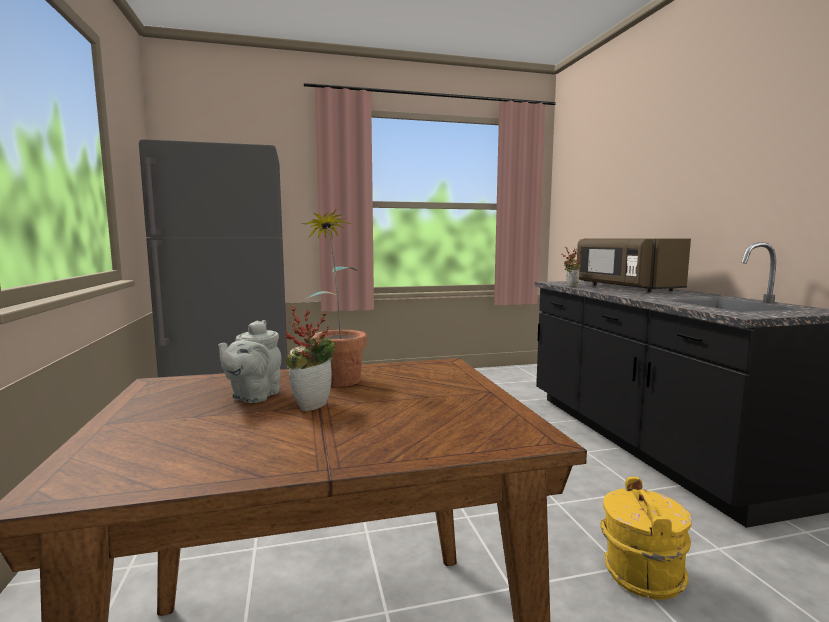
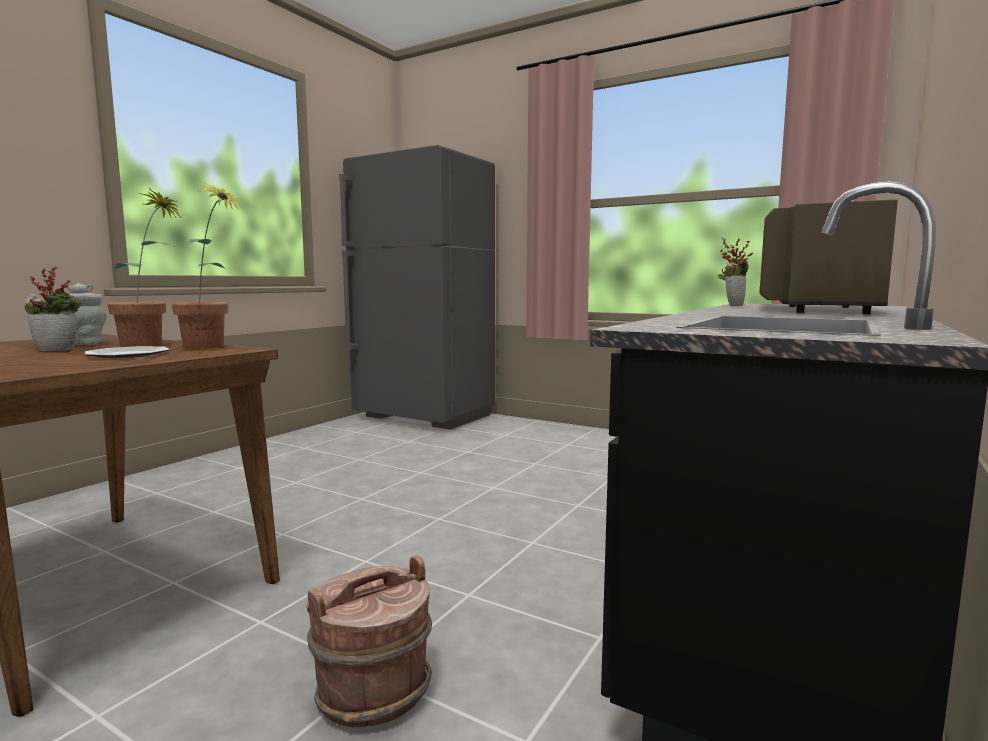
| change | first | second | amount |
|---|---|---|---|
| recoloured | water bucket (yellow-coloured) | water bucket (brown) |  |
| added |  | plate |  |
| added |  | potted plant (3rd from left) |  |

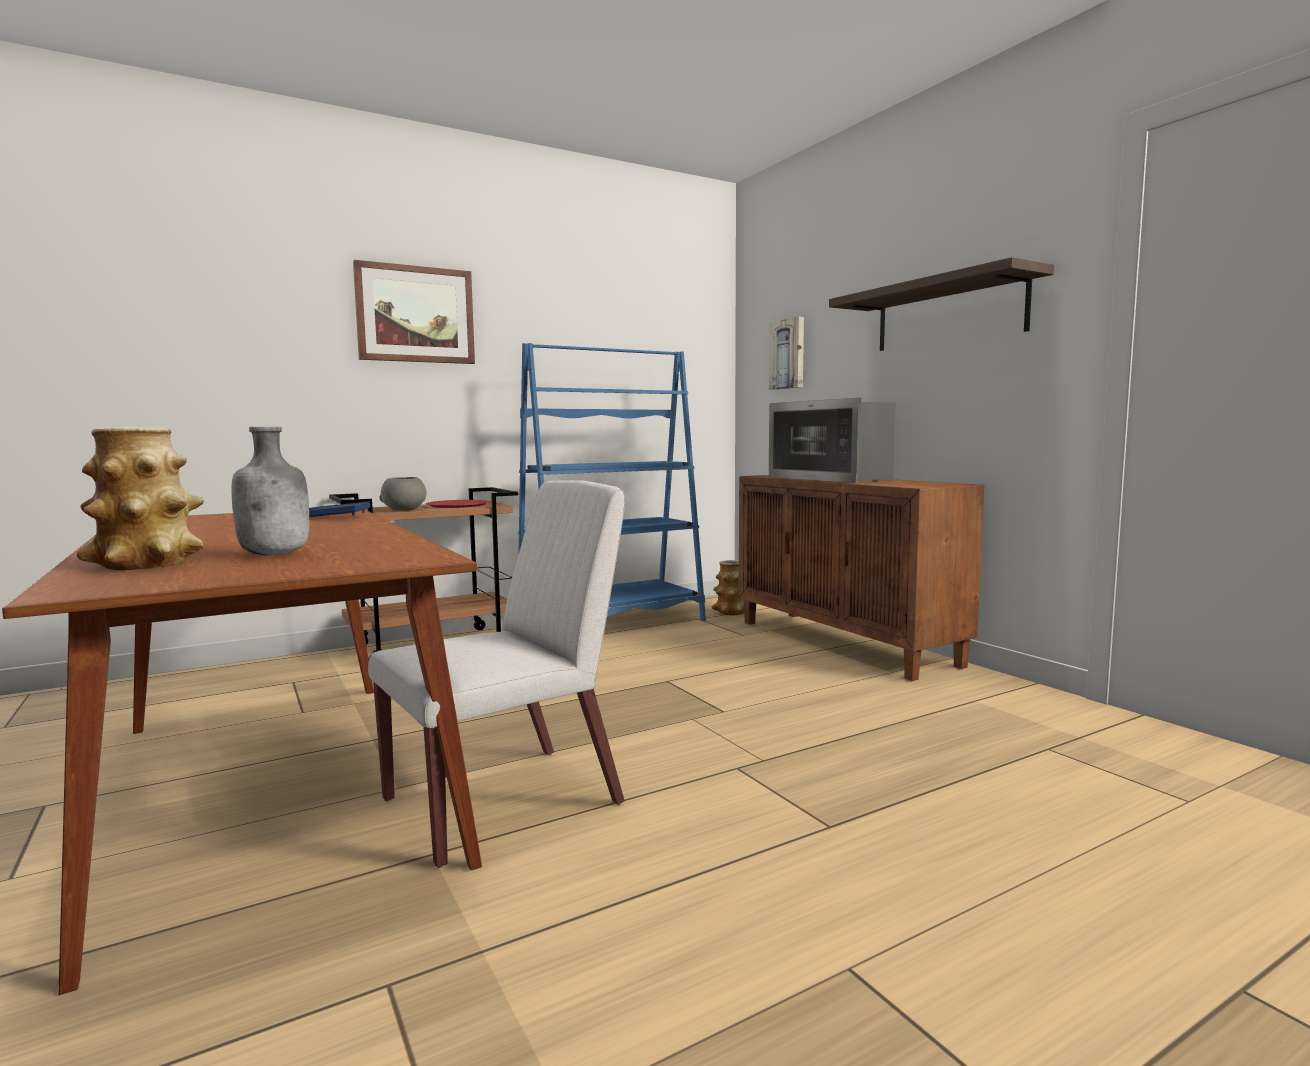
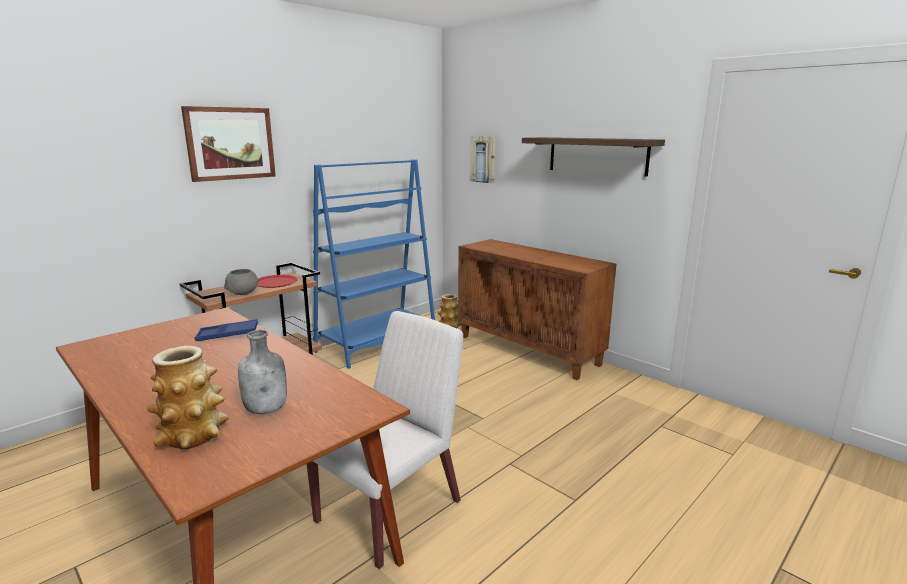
| change | first | second | amount |
|---|---|---|---|
| removed | microwave oven |  |  |

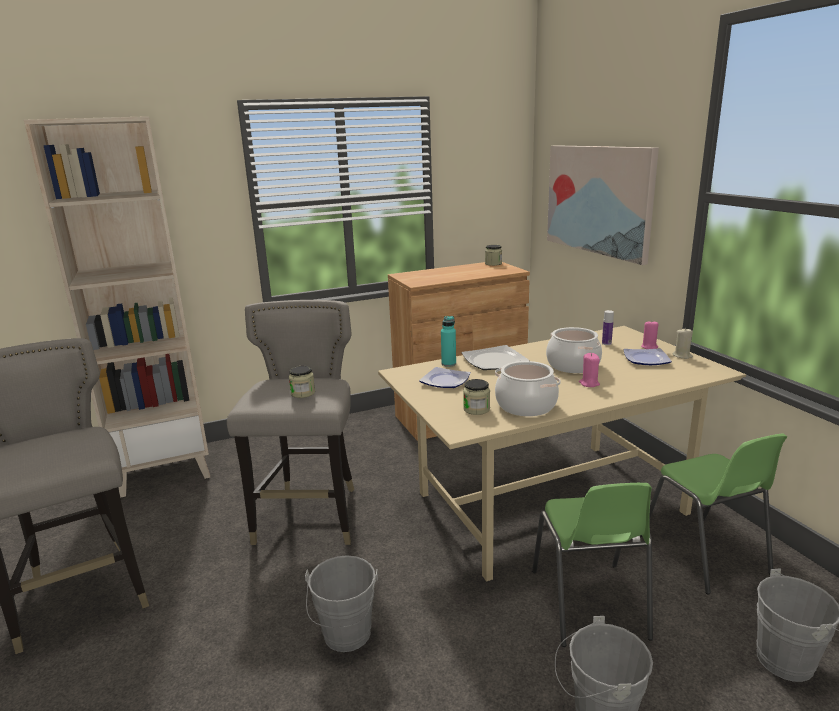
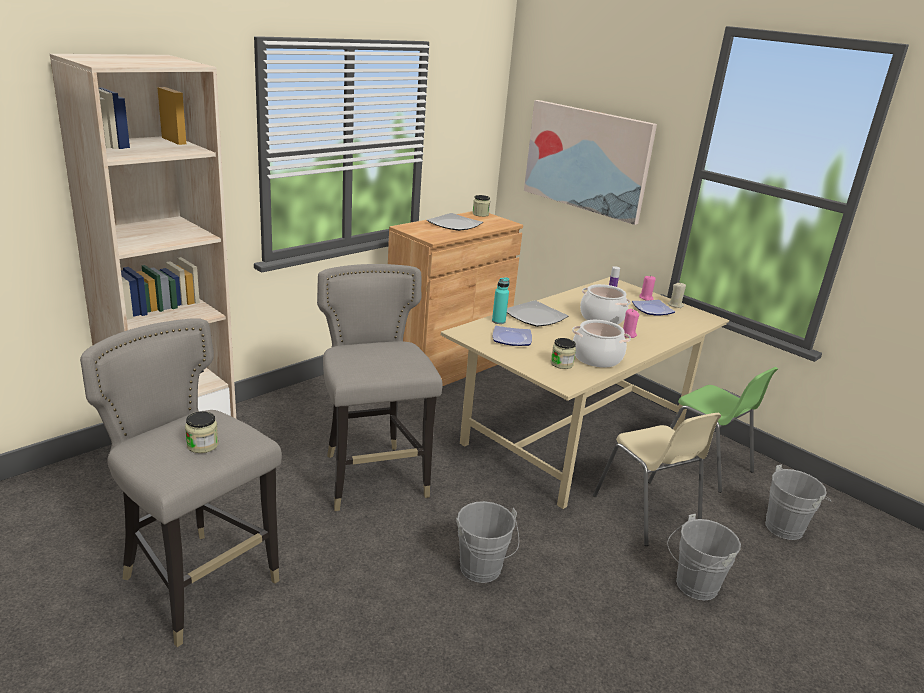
| change | first | second | amount |
|---|---|---|---|
| moved | preserve jar (1st from left) |  |  |
| recoloured | upright chair (green) (1st from left) | upright chair (sand-coloured) |  |
| added |  | plate (1st from left) |  |

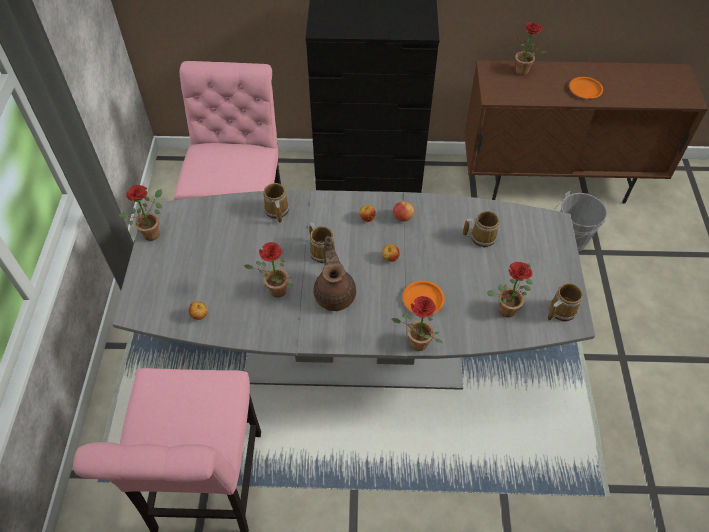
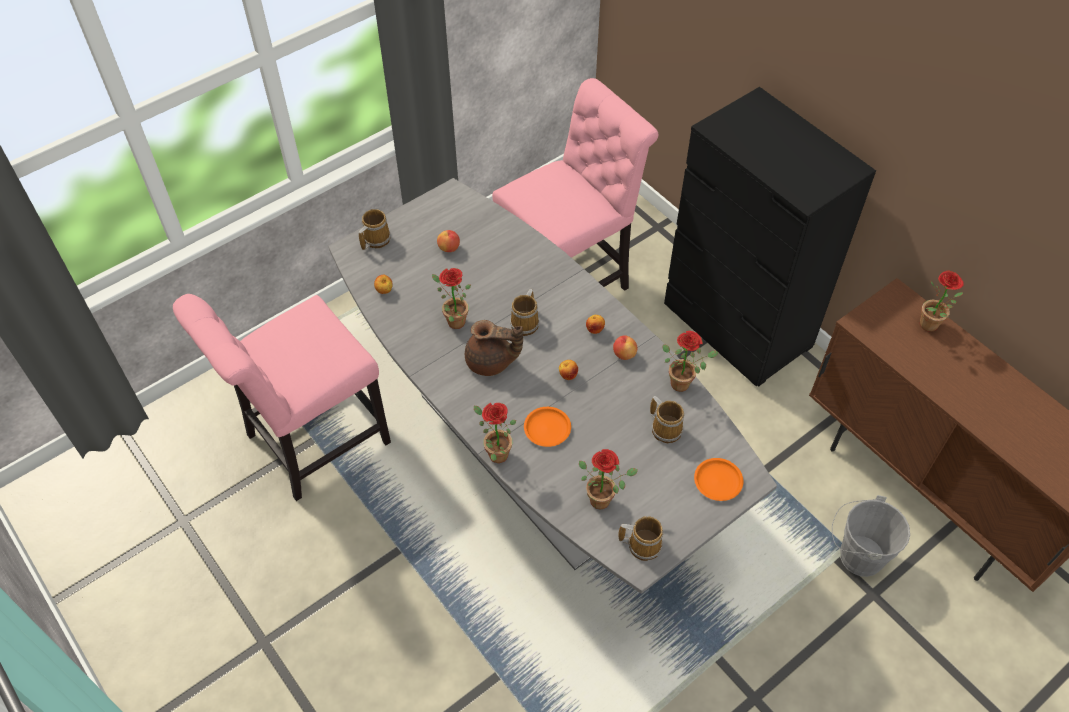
| change | first | second | amount |
|---|---|---|---|
| moved | potted plant (1st from left in the first image) | potted plant (4th from left) |  |
| moved | mug (1st from left) |  |  |
| turned | tea pot (brown) |  | 60 degrees clockwise |
| moved | plate (orange) (2nd from left) |  |  |
| added |  | apple (2nd from left) |  |

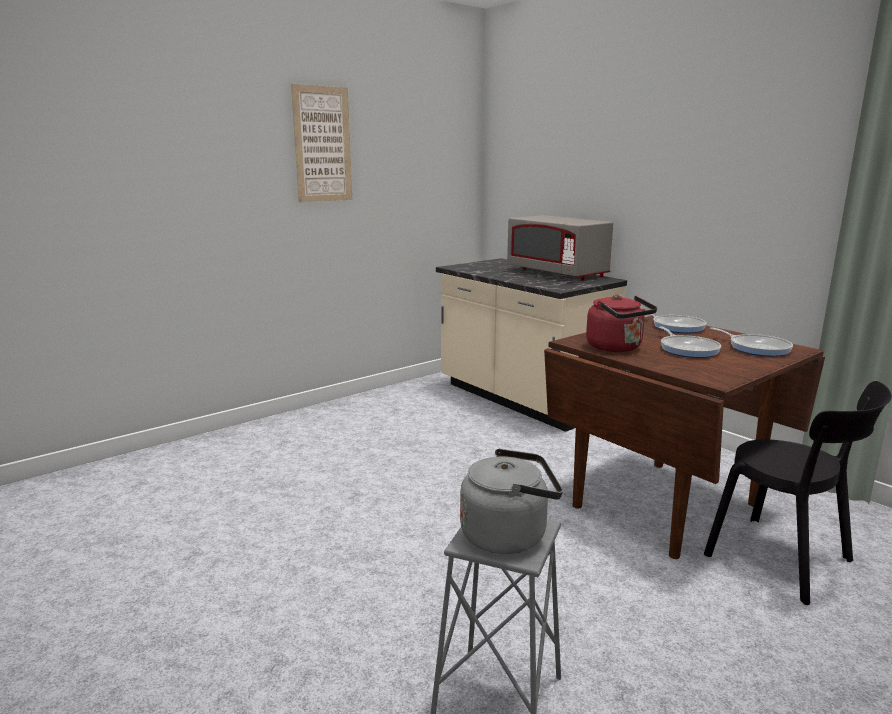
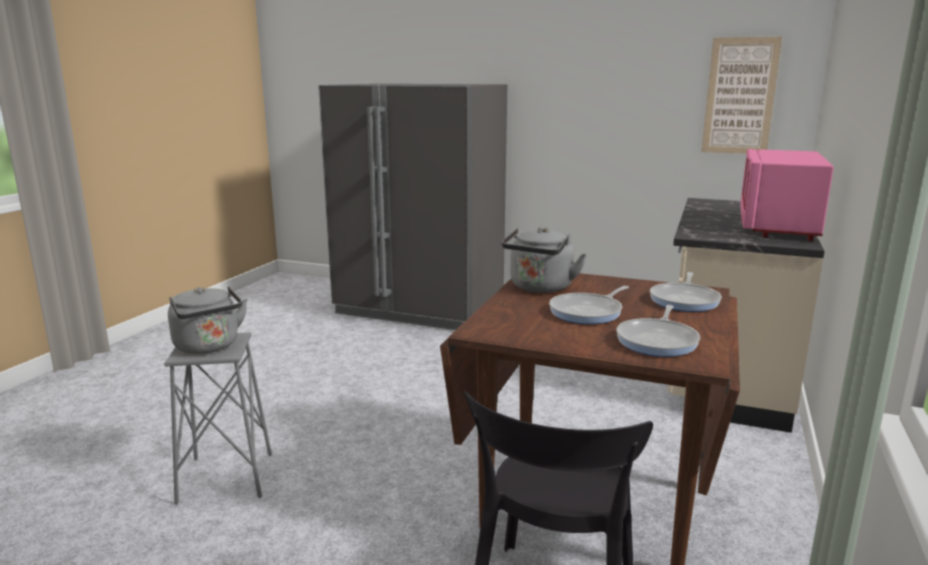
| change | first | second | amount |
|---|---|---|---|
| moved | wall art |  |  |
| recoloured | microwave oven (greyish) | microwave oven (pink-coloured) |  |
| recoloured | tea kettle (red) | tea kettle (greyish) (2nd from left) |  |
| added |  | kitchen fridge (greyish) |  |

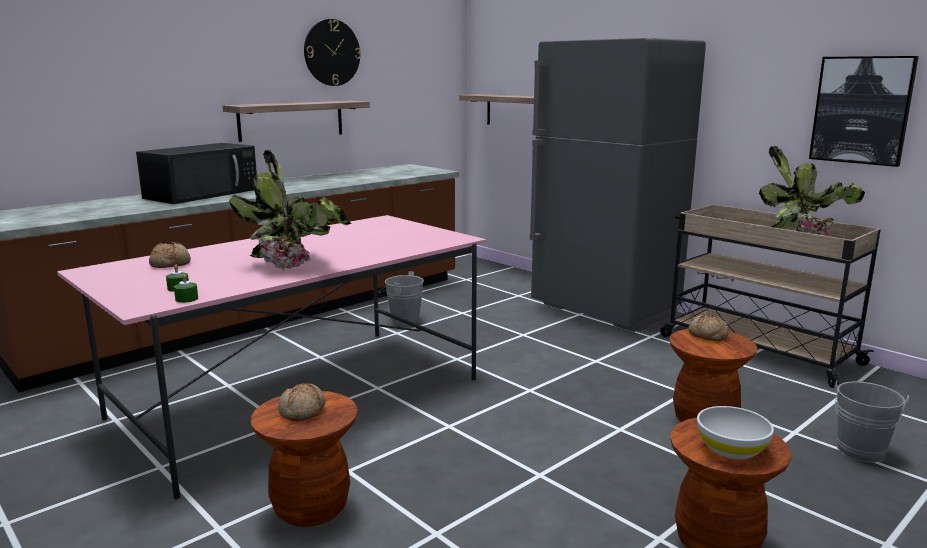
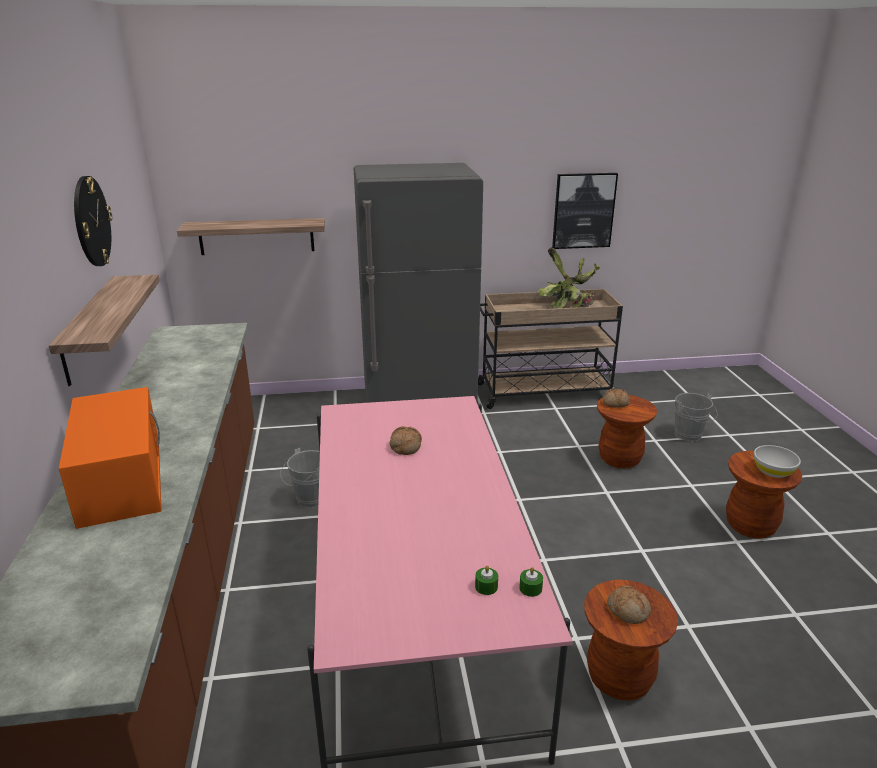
| change | first | second | amount |
|---|---|---|---|
| recoloured | microwave oven (black-coloured) | microwave oven (orange) |  |
| moved | bakery bread (1st from left) |  |  |
| removed | potted plant (1st from left) |  |  |

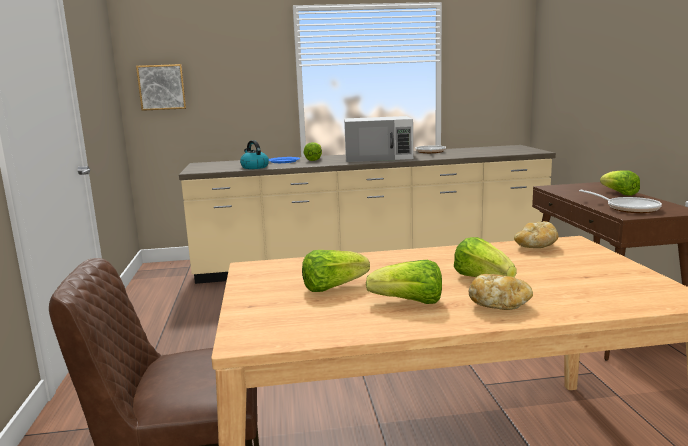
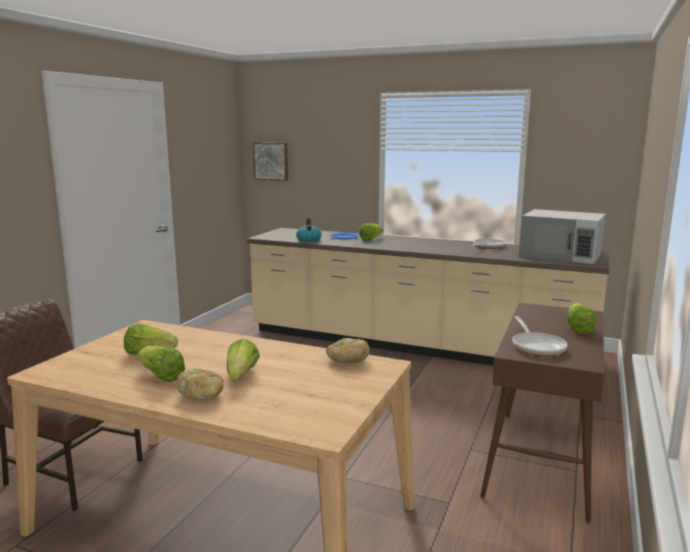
| change | first | second | amount |
|---|---|---|---|
| moved | microwave oven (white) |  |  |

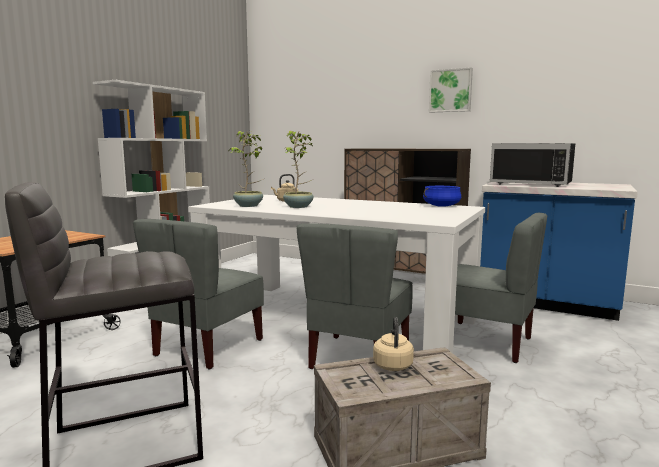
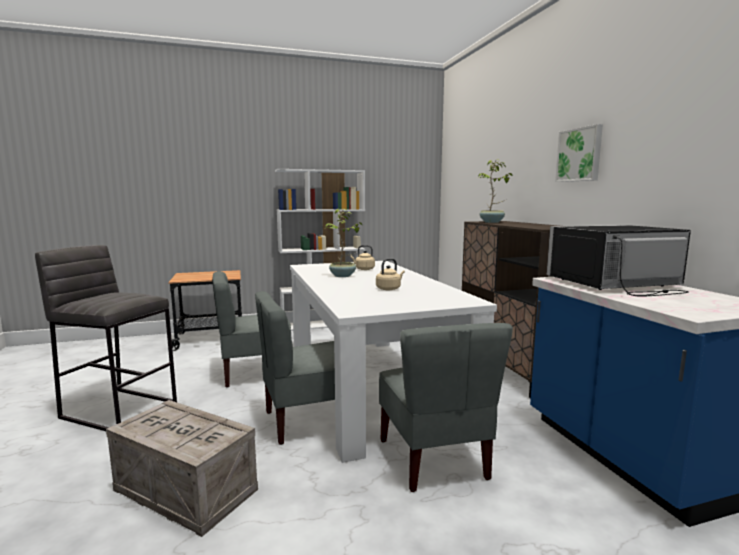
| change | first | second | amount |
|---|---|---|---|
| moved | potted plant (1st from left in the first image) | potted plant (2nd from left) |  |
| moved | tea kettle (sand-coloured) (2nd from left) |  |  |
| removed | cooking pot (bluish) |  |  |
| turned | microwave oven (black-coloured) |  | 90 degrees clockwise |

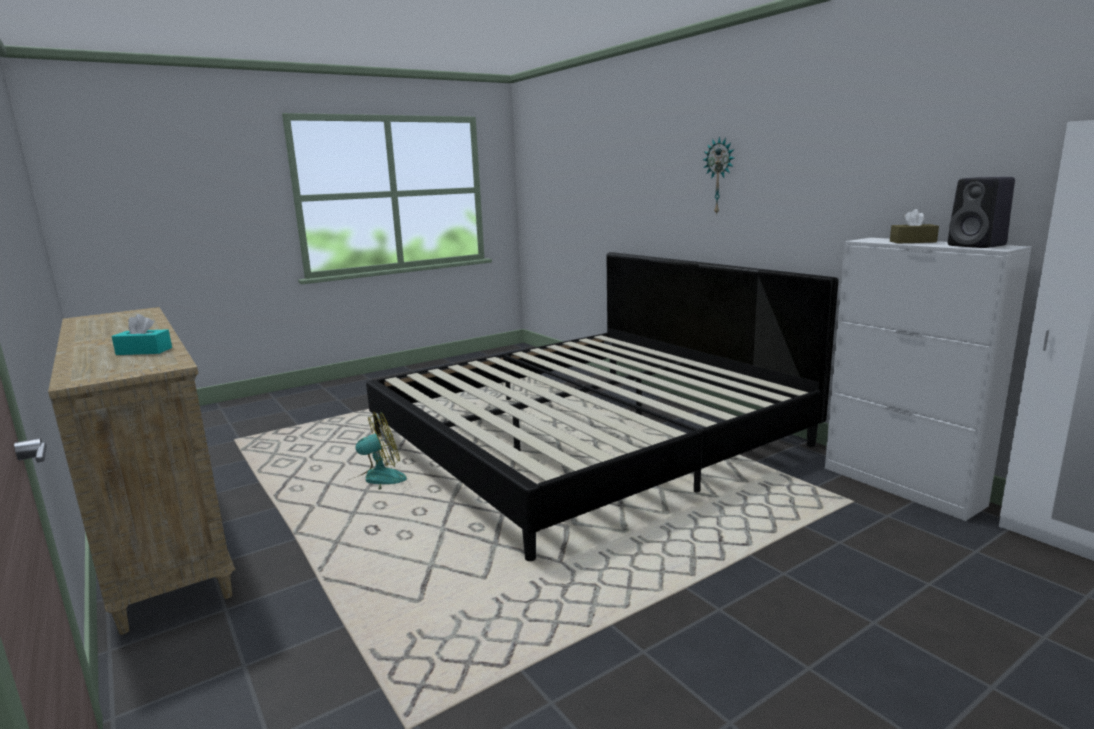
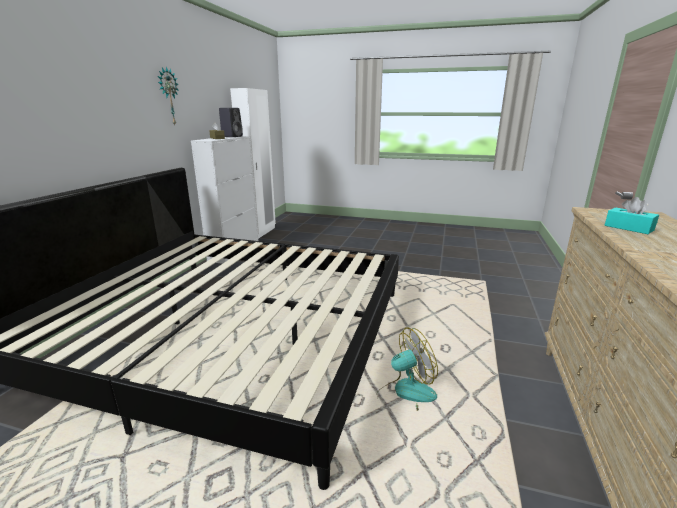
| change | first | second | amount |
|---|---|---|---|
| turned | cooling fan |  | 135 degrees clockwise |
| moved | hanging clock |  |  |

